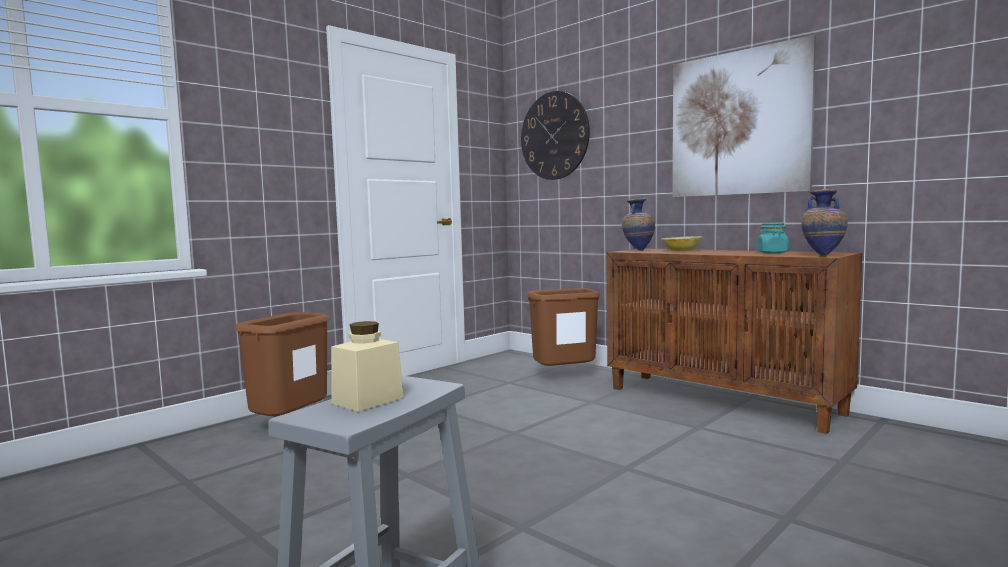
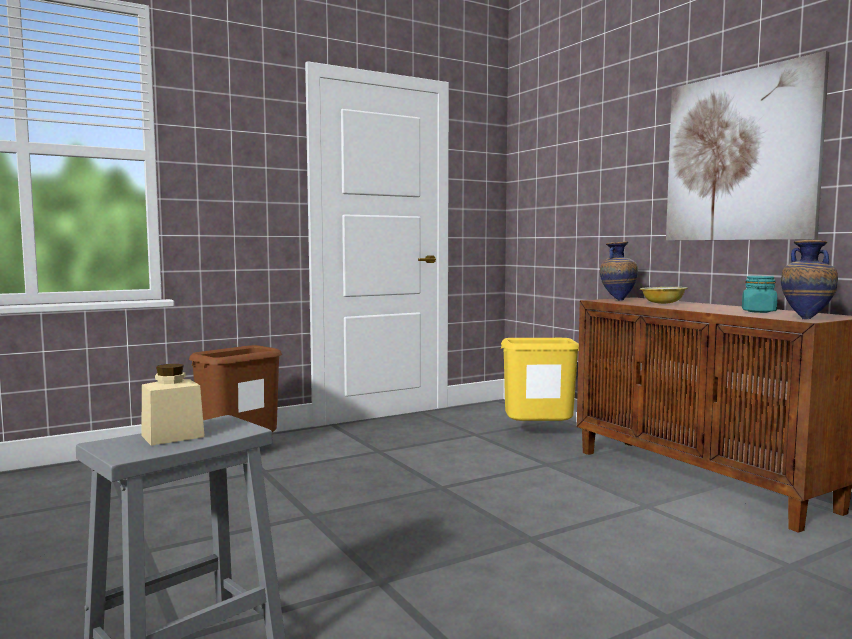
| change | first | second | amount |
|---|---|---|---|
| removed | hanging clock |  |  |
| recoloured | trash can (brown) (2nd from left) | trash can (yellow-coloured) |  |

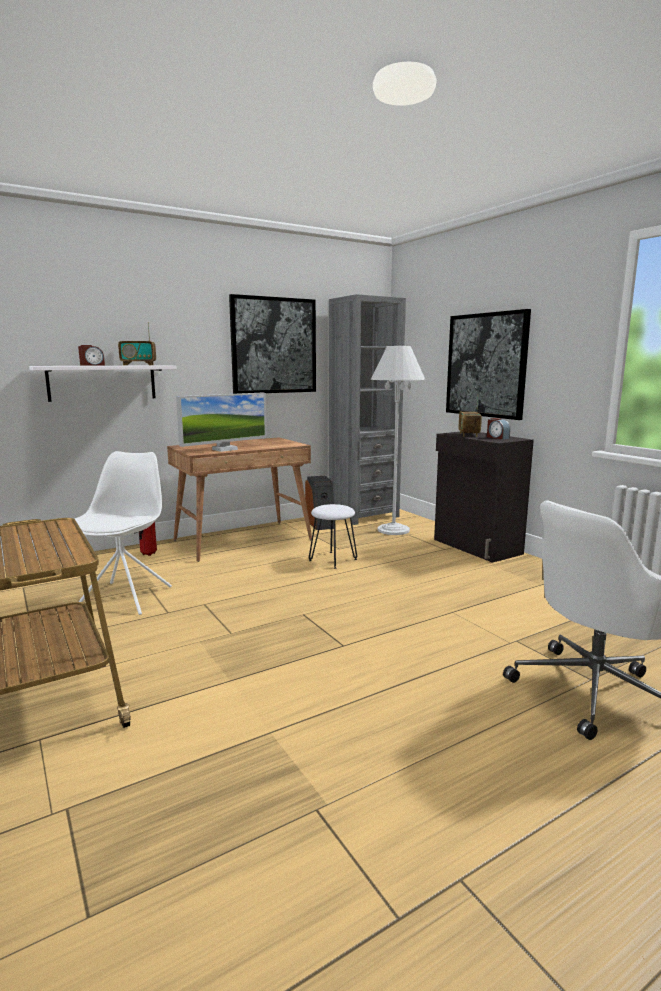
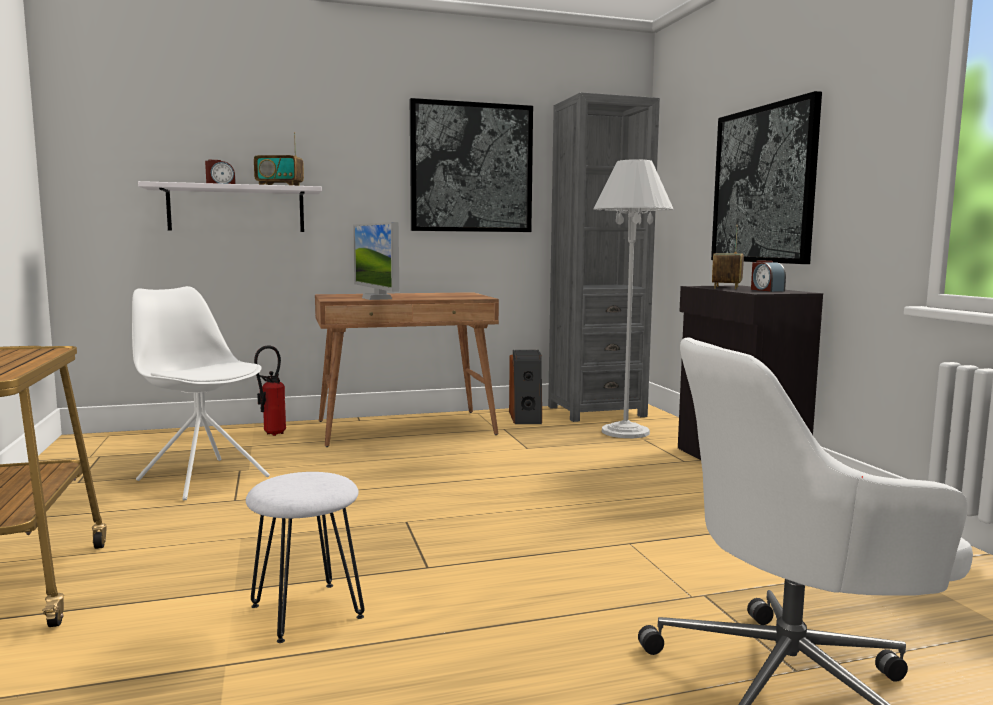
| change | first | second | amount |
|---|---|---|---|
| turned | upright chair (white) |  | 75 degrees counterclockwise |
| turned | monitor |  | 90 degrees clockwise |
| moved | sitting stool (white) |  |  |

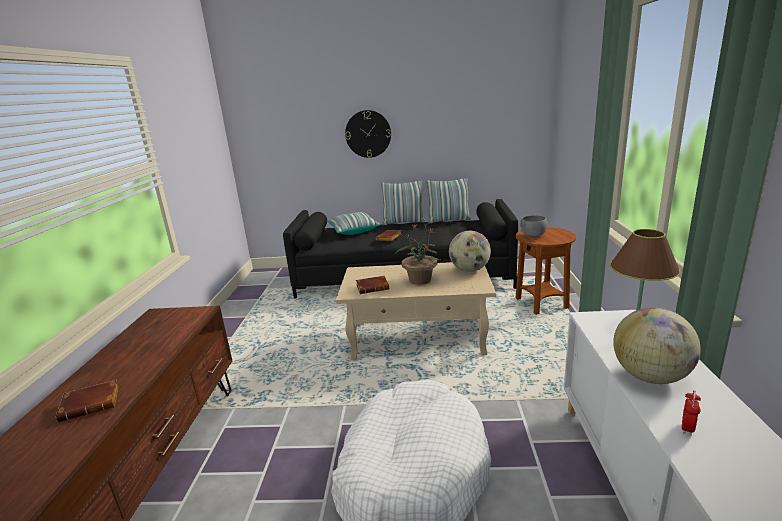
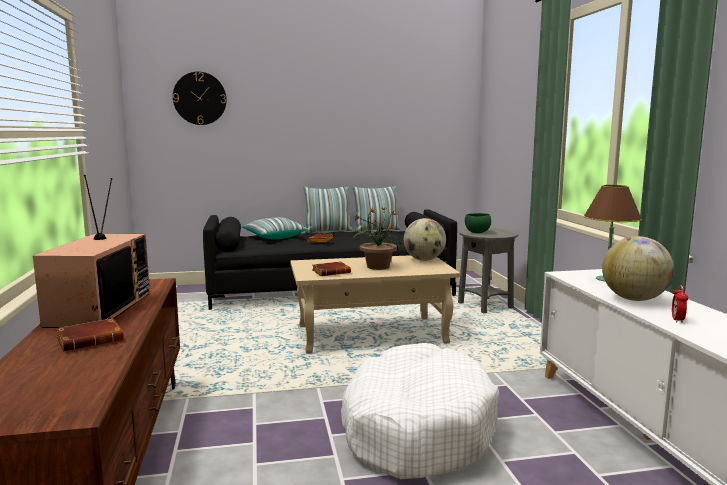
| change | first | second | amount |
|---|---|---|---|
| moved | hanging clock |  |  |
| recoloured | side table (brown) | side table (greyish) |  |
| recoloured | bowl (greyish) | bowl (green) |  |
| added |  | television |  |

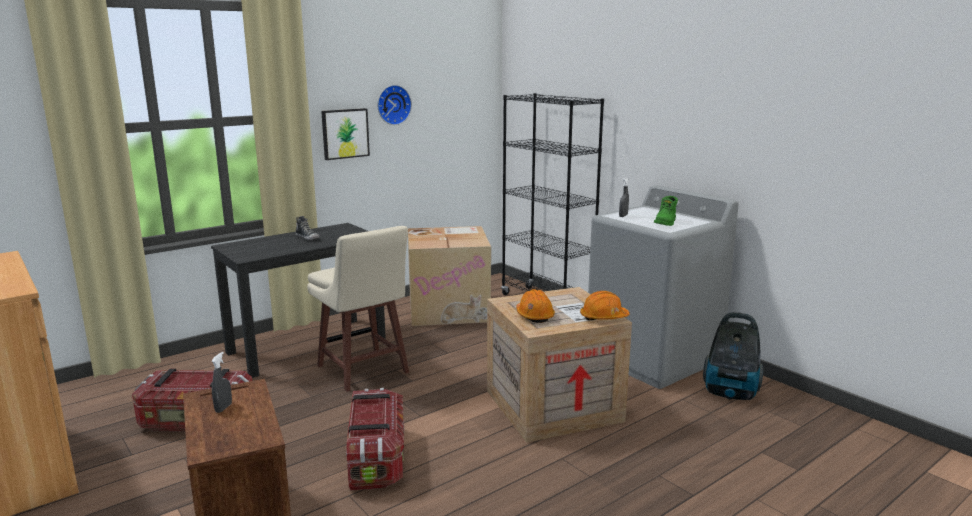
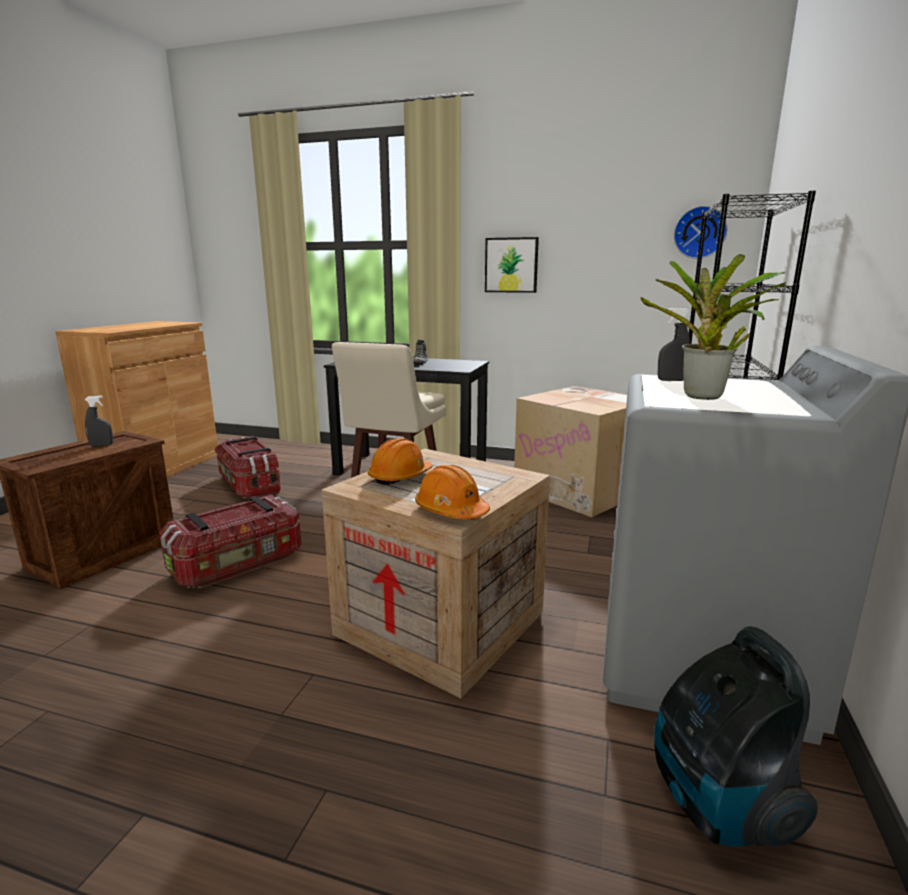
| change | first | second | amount |
|---|---|---|---|
| moved | hanging clock |  |  |
| replaced | tall boot (green) | potted plant |  |

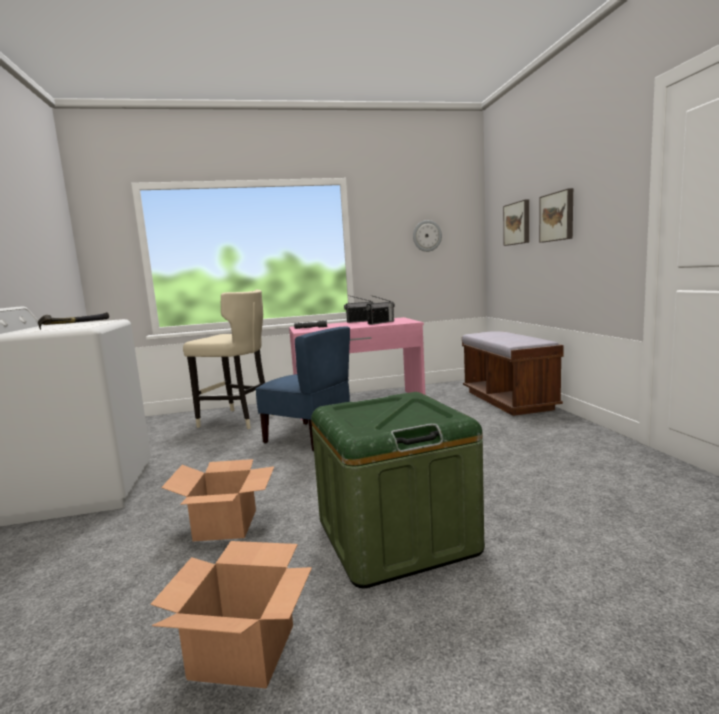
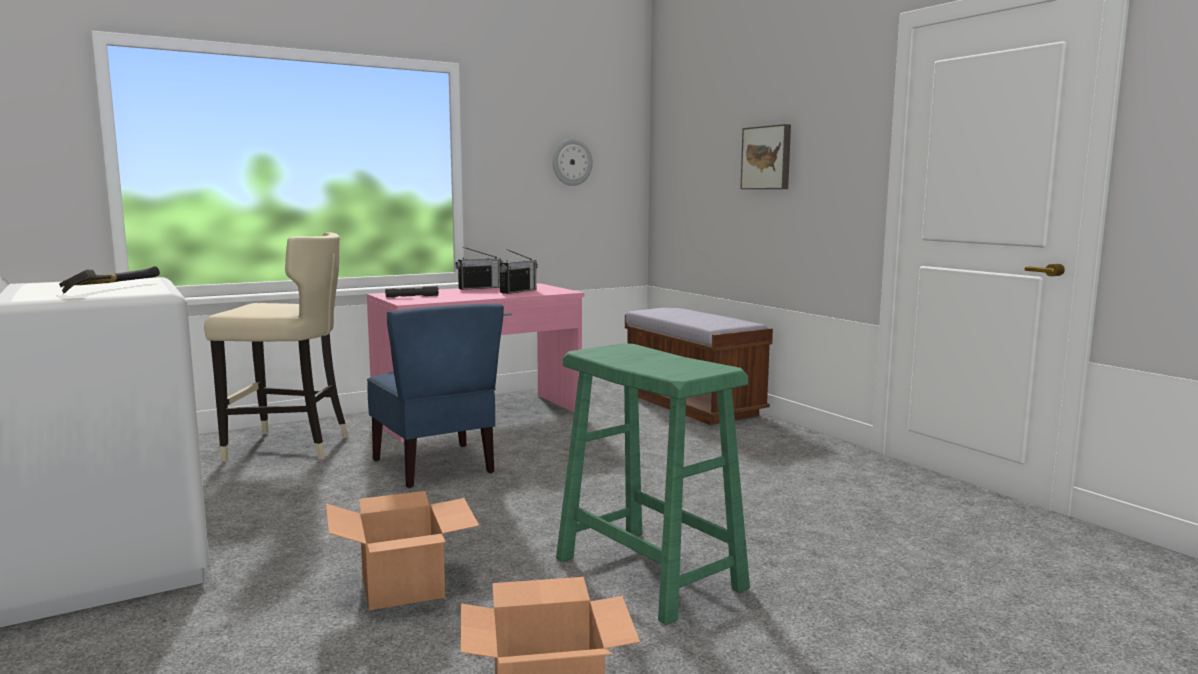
| change | first | second | amount |
|---|---|---|---|
| turned | upright chair (bluish) |  | 45 degrees clockwise |
| replaced | storage container (green) | sitting stool (green) |  |
| removed | wall art (1st from left) |  |  |

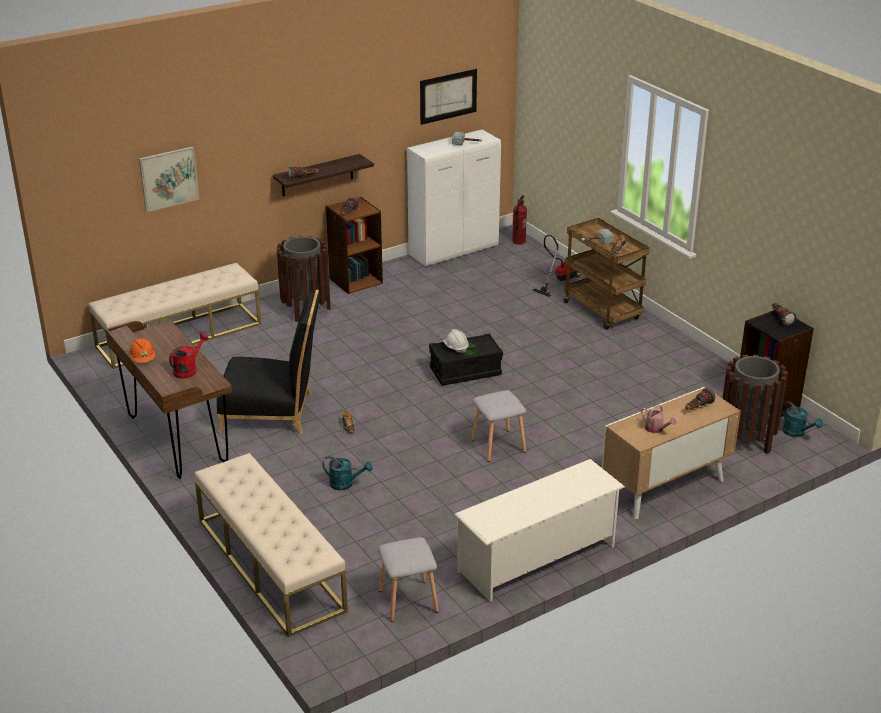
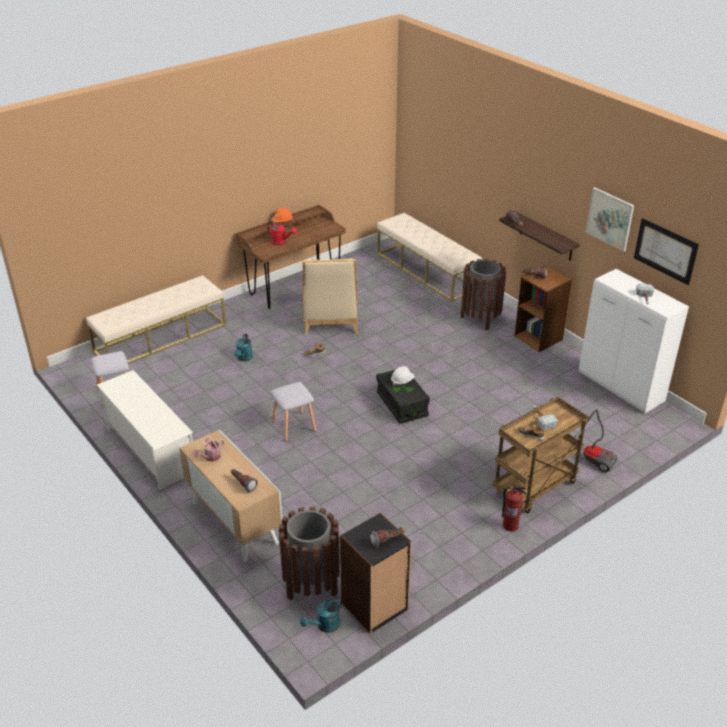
| change | first | second | amount |
|---|---|---|---|
| moved | wall art (1st from left) |  |  |
| recoloured | upright chair (black-coloured) | upright chair (sand-coloured) |  |
| moved | fire-fighting cylinder |  |  |

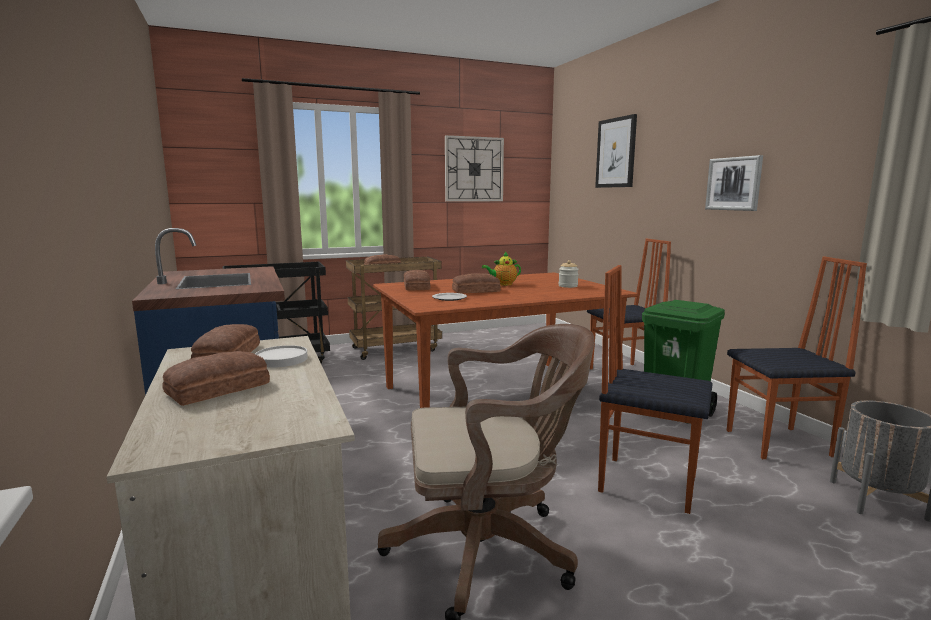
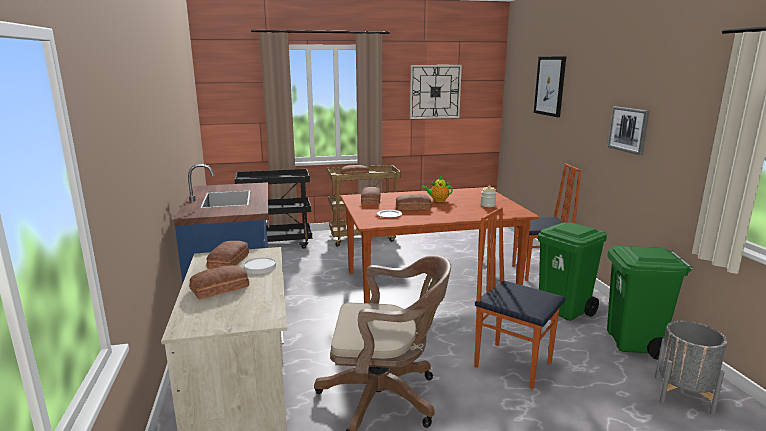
| change | first | second | amount |
|---|---|---|---|
| replaced | upright chair (3rd from left) | trash can (green) (2nd from left) |  |

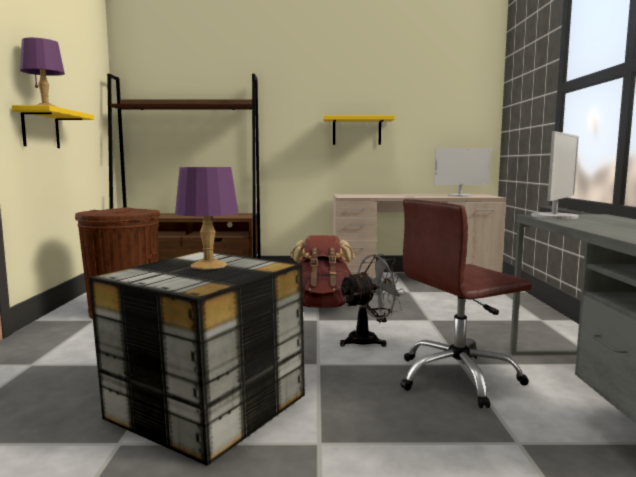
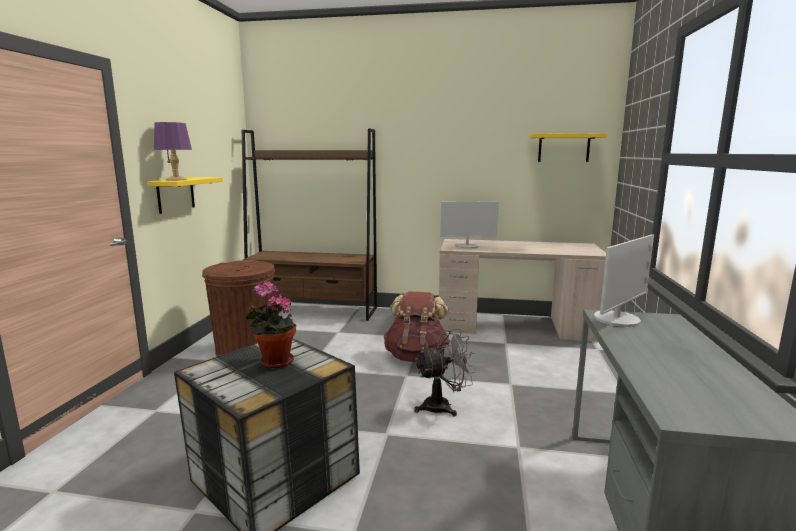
| change | first | second | amount |
|---|---|---|---|
| replaced | lamp for a table (purple-coloured) (2nd from left) | potted plant |  |
| moved | wall shelf (yellow-coloured) (2nd from left) |  |  |
| removed | office chair (brown) |  |  |
| moved | monitor (1st from left) |  |  |

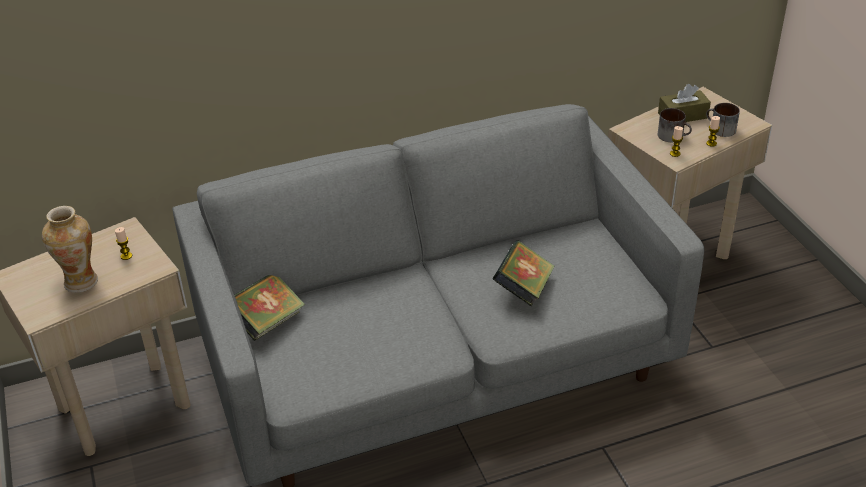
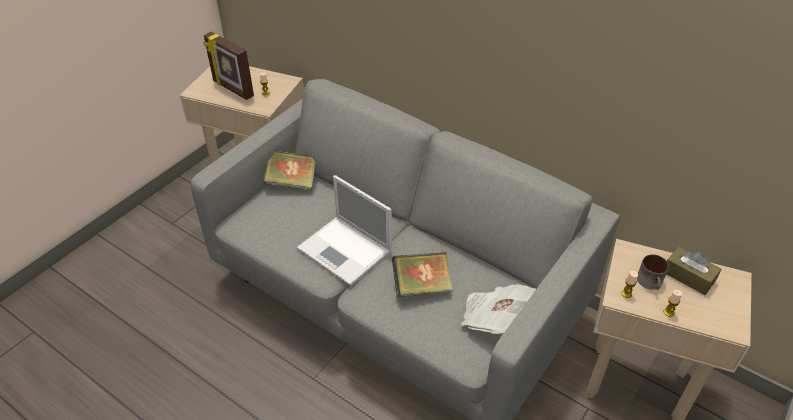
| change | first | second | amount |
|---|---|---|---|
| replaced | decorative vase | standing frame |  |
| removed | mug (2nd from left) |  |  |
| added |  | portable computer |  |
| added |  | newspaper |  |

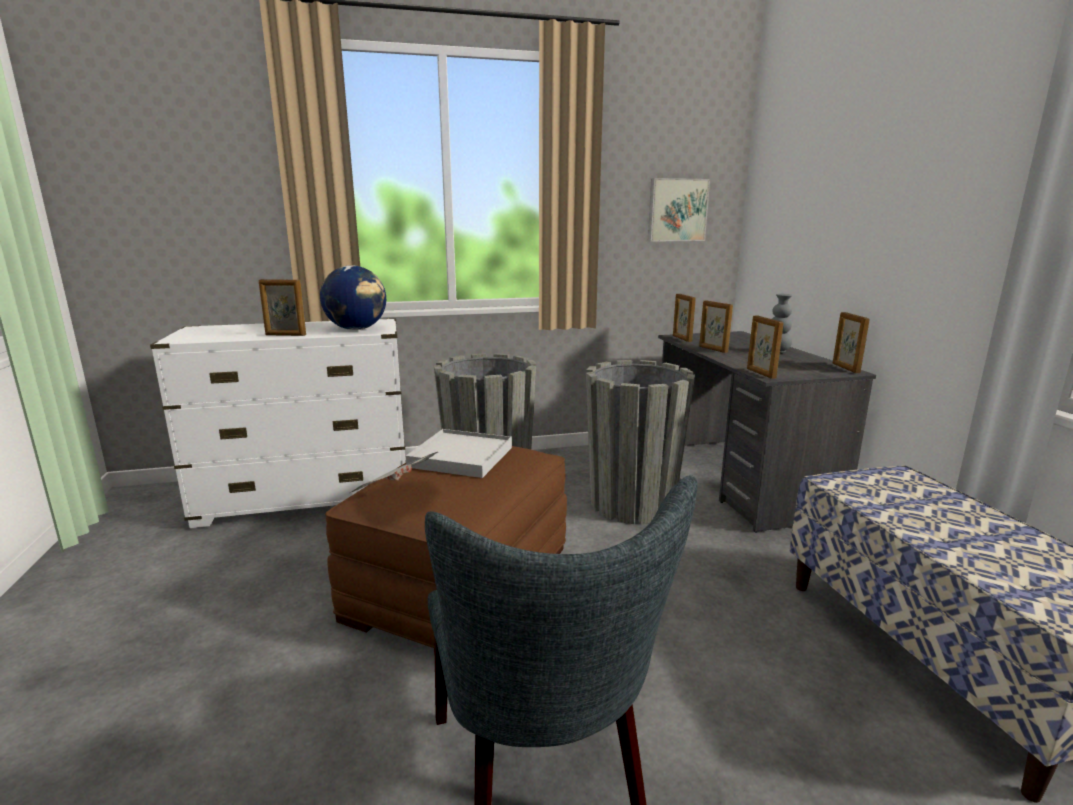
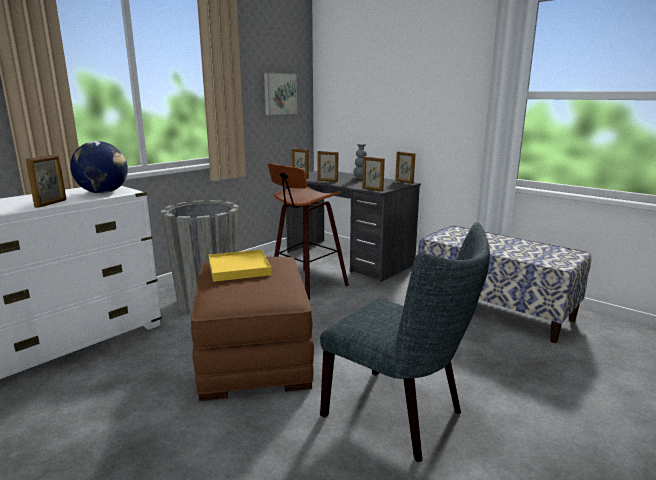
| change | first | second | amount |
|---|---|---|---|
| turned | standing frame (1st from left) |  | 45 degrees counterclockwise |
| removed | newspaper |  |  |
| recoloured | tray (white) | tray (yellow-coloured) |  |
| replaced | flower pot (greyish) (2nd from left) | sitting stool |  |

